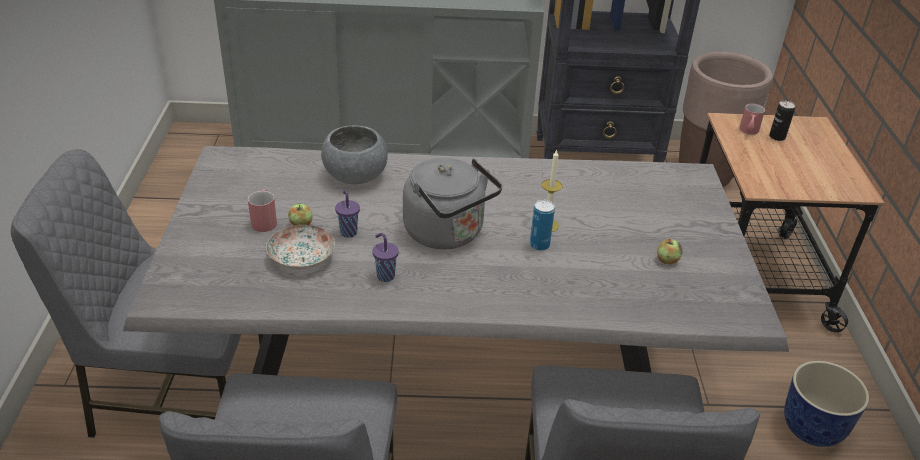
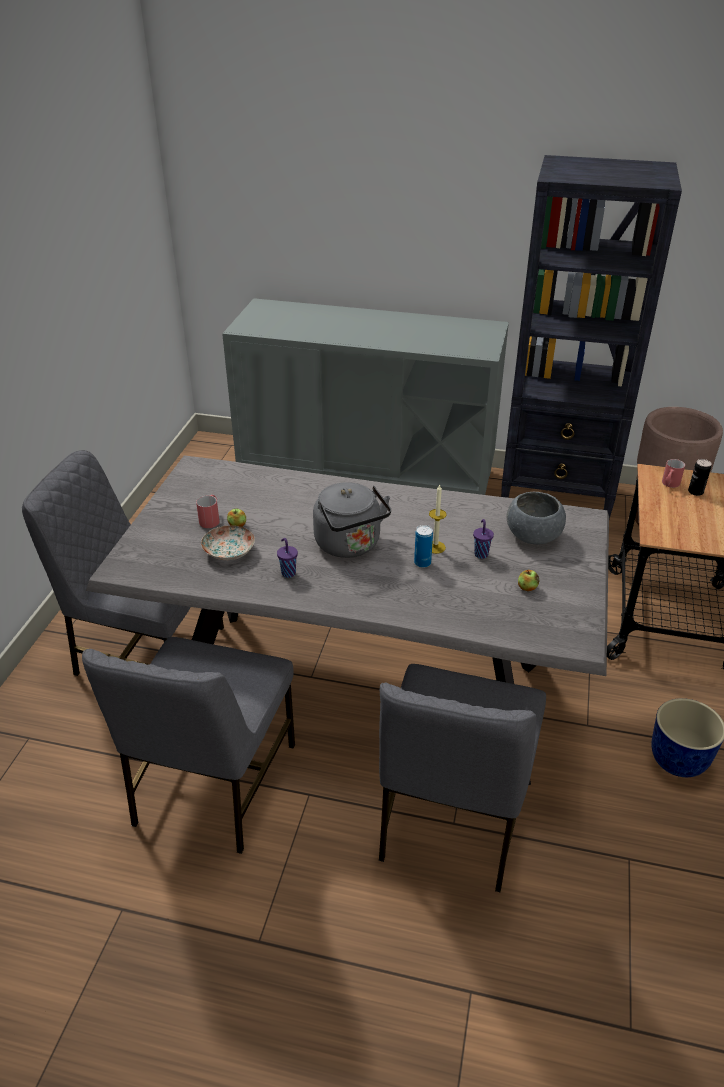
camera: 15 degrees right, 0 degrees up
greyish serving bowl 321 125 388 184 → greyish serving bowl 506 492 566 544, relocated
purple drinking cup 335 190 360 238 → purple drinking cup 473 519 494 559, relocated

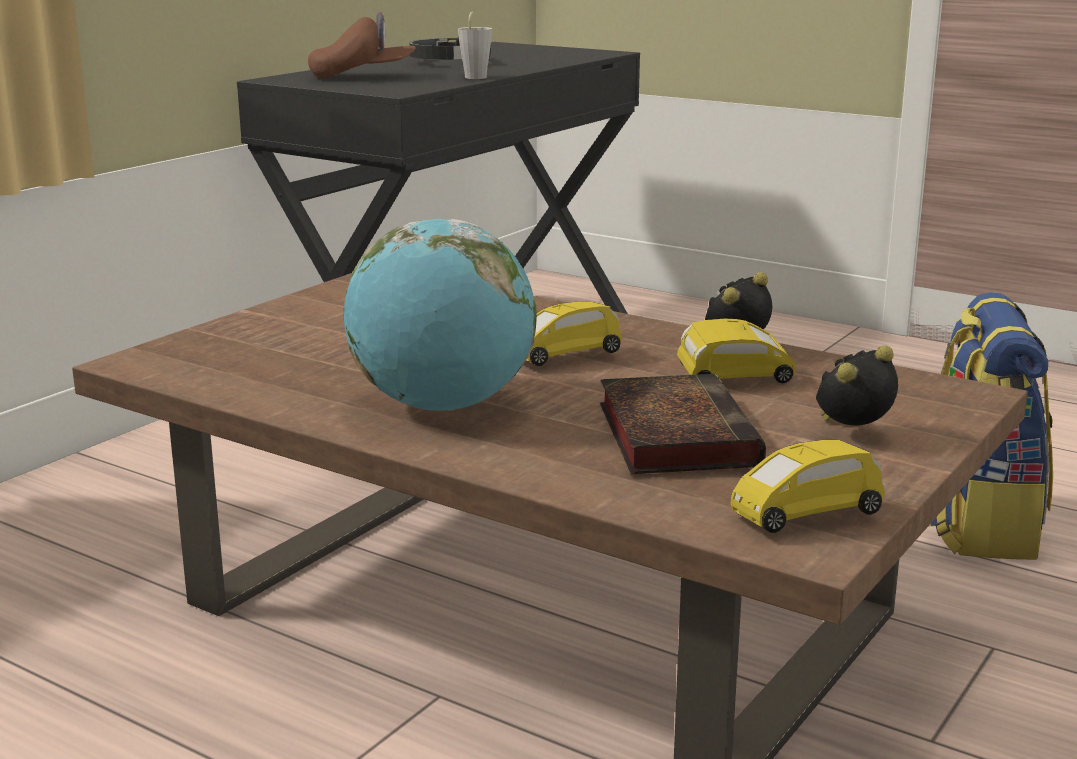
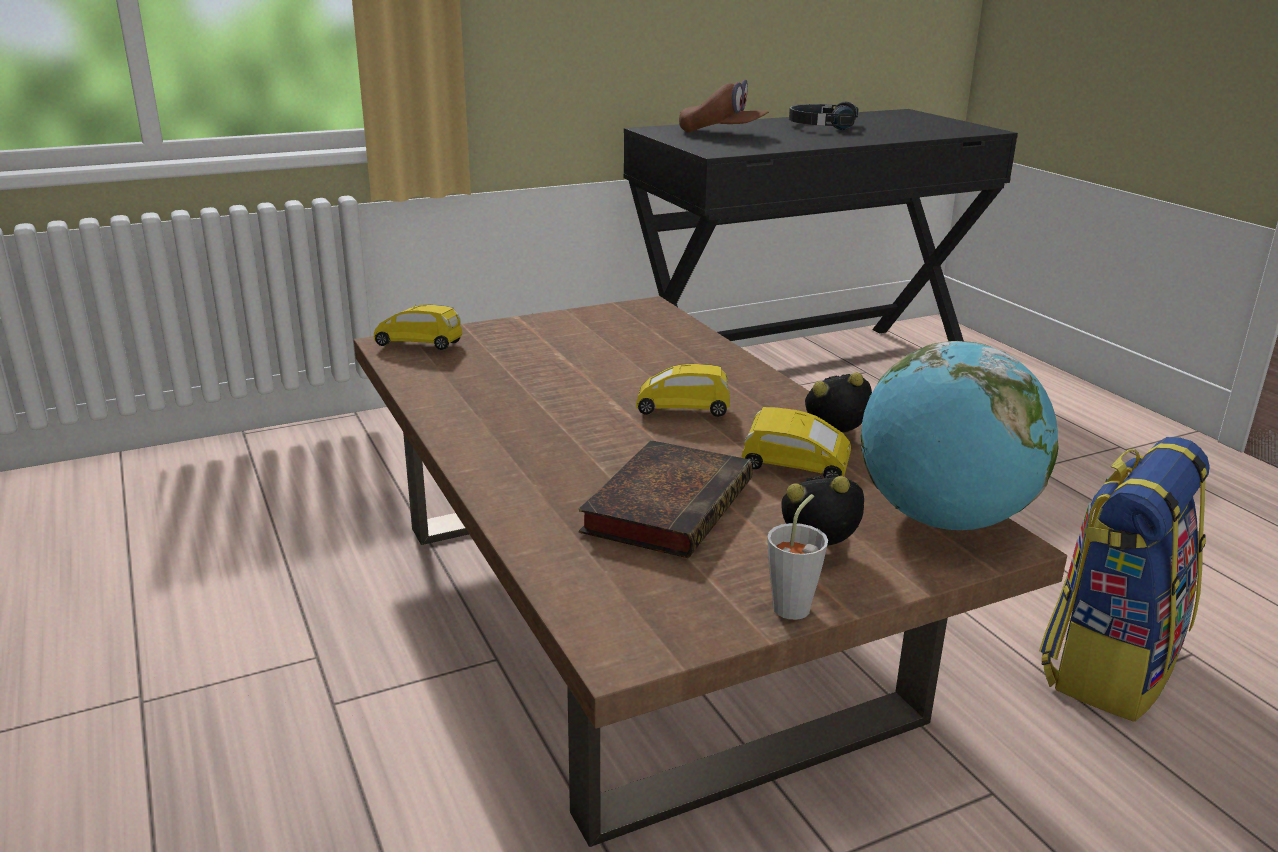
camera: 30 degrees right, 5 degrees up
desk globe 343 219 537 411 → desk globe 861 341 1059 530, relocated
greyish drinking cup 458 11 492 79 → greyish drinking cup 767 494 828 620, relocated
yellowish model car 731 440 885 533 → yellowish model car 374 305 463 350, relocated

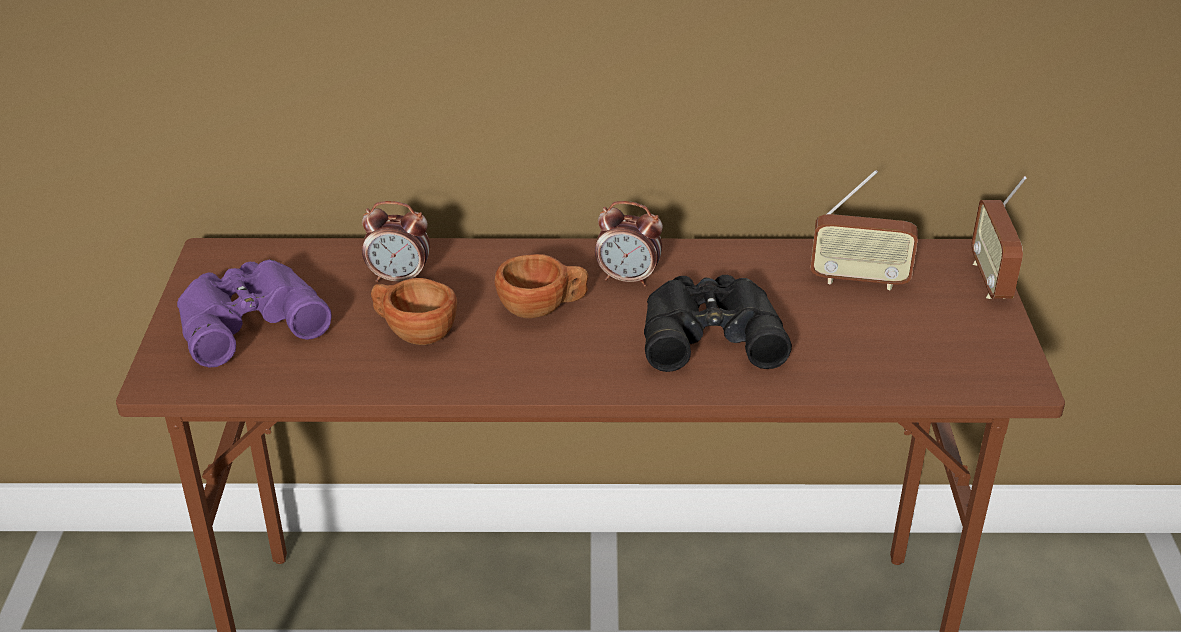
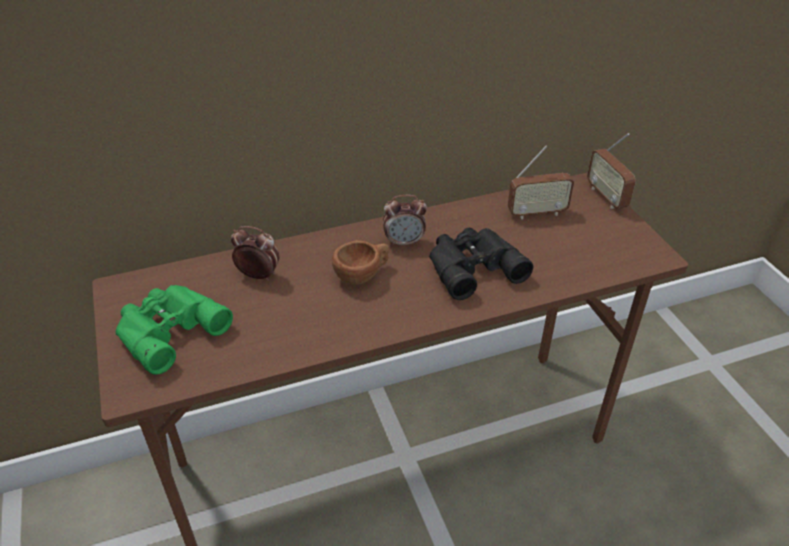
camera: 20 degrees left, 5 degrees up
purple pair of binoculars 177 259 332 368 → green pair of binoculars 116 285 233 375
table clock 362 201 430 282 → table clock 231 226 279 281, 150 degrees counterclockwise
brownish drinking cup 371 278 457 345 → -

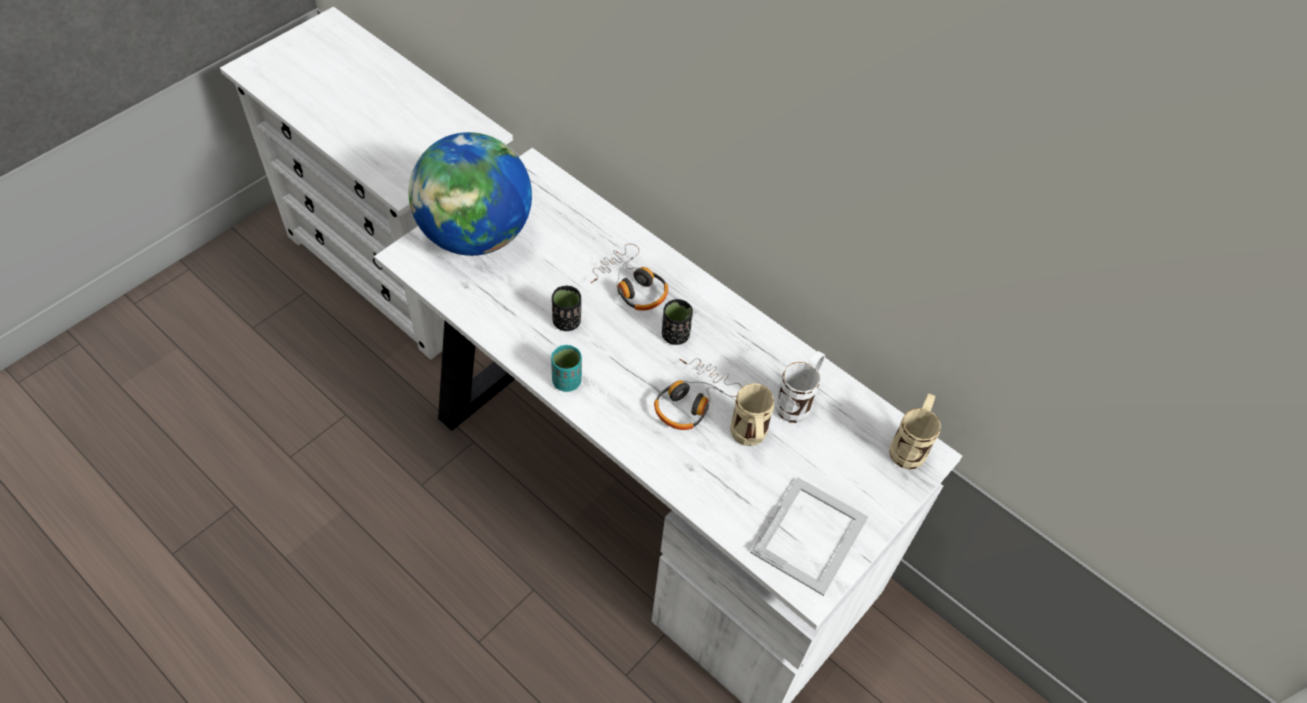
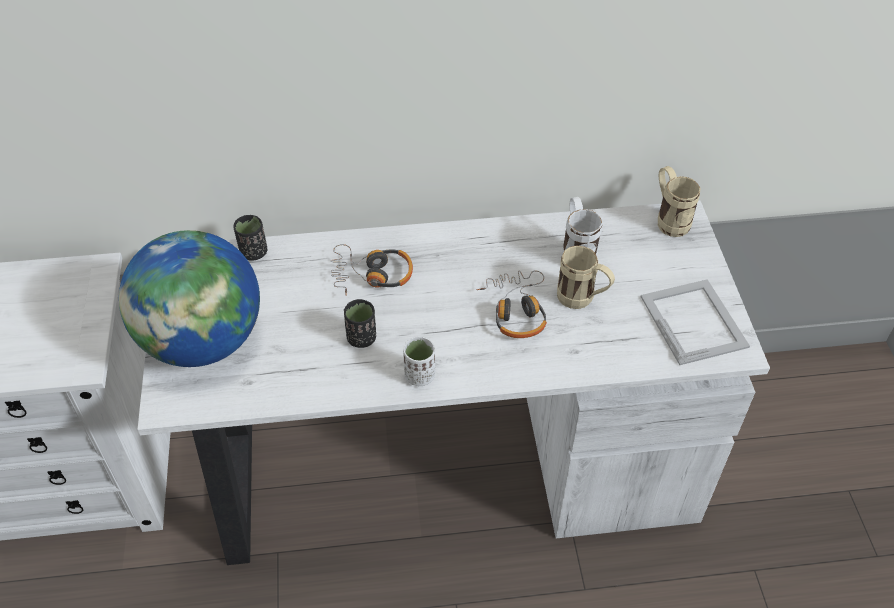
camera: 45 degrees left, 5 degrees down
turquoise drinking cup 551 345 582 392 → whitish drinking cup 403 337 435 386
black-coloured drinking cup 662 299 693 345 → black-coloured drinking cup 233 215 267 261, relocated

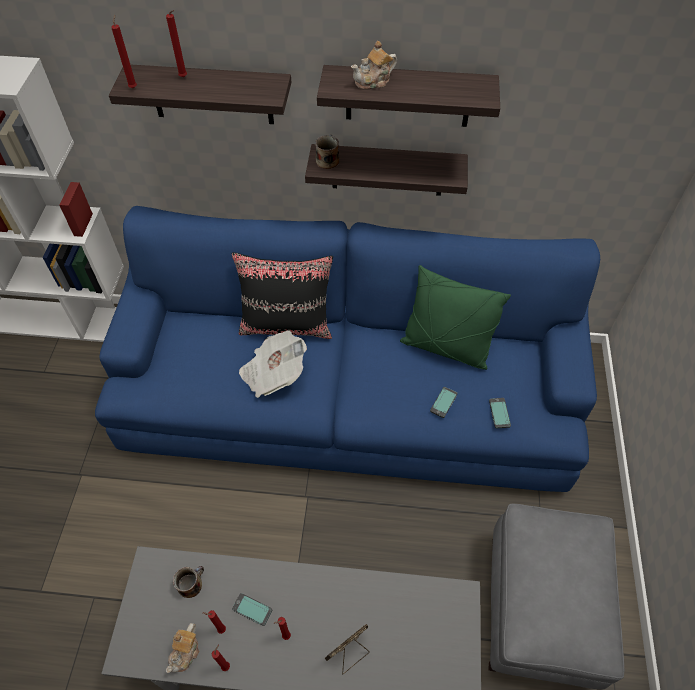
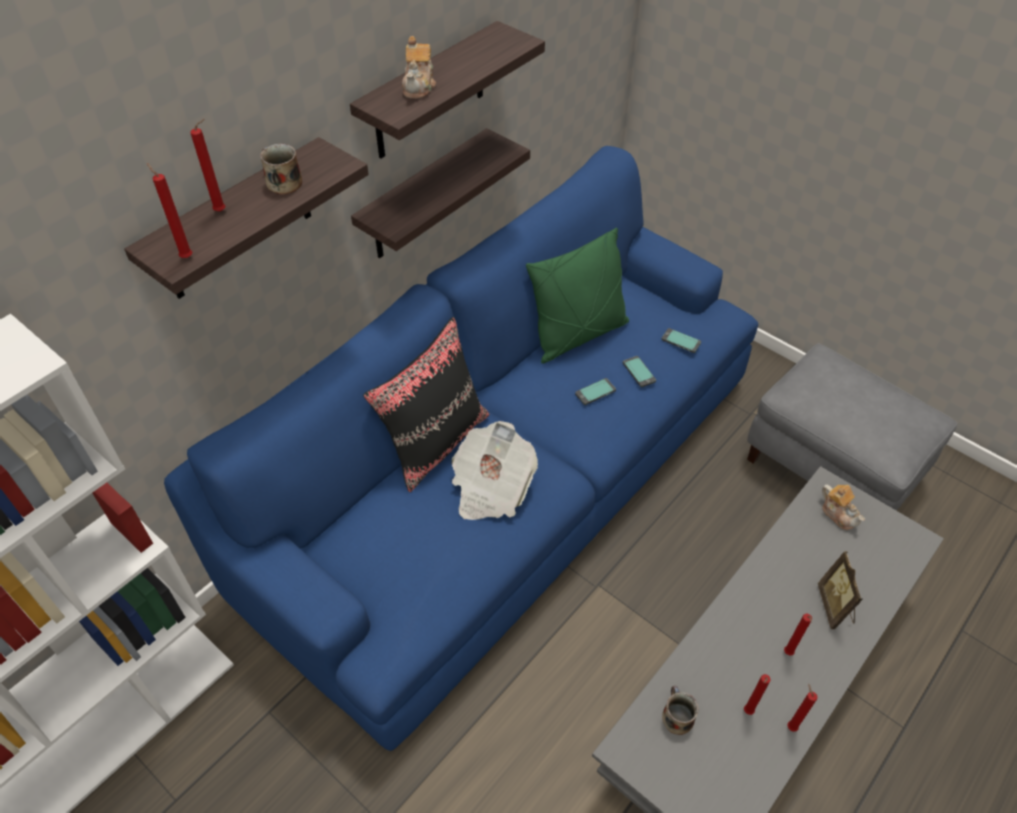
camera: 55 degrees left, 5 degrees down
tea pot 166 623 199 673 → tea pot 822 485 865 530, relocated
phone 232 593 272 626 → phone 575 378 616 405, relocated
mug 315 135 340 169 → mug 260 144 302 195, relocated

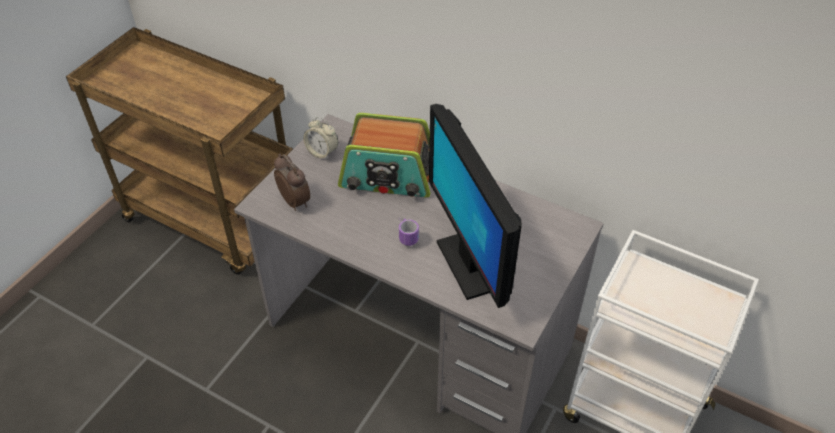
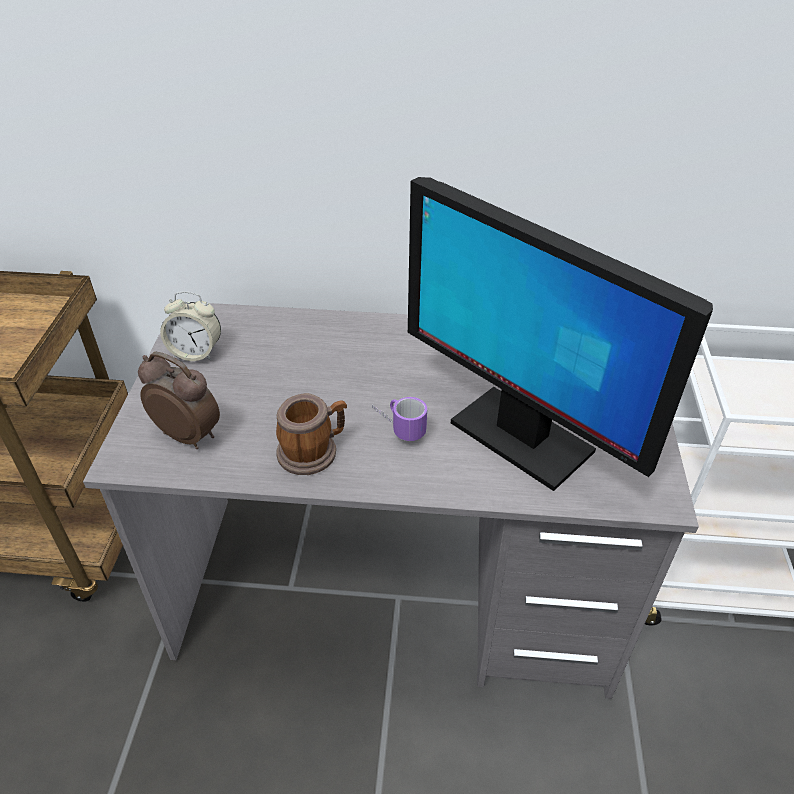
camera: 25 degrees left, 5 degrees down
radio set 338 113 431 197 → -
- → mug 276 393 347 475

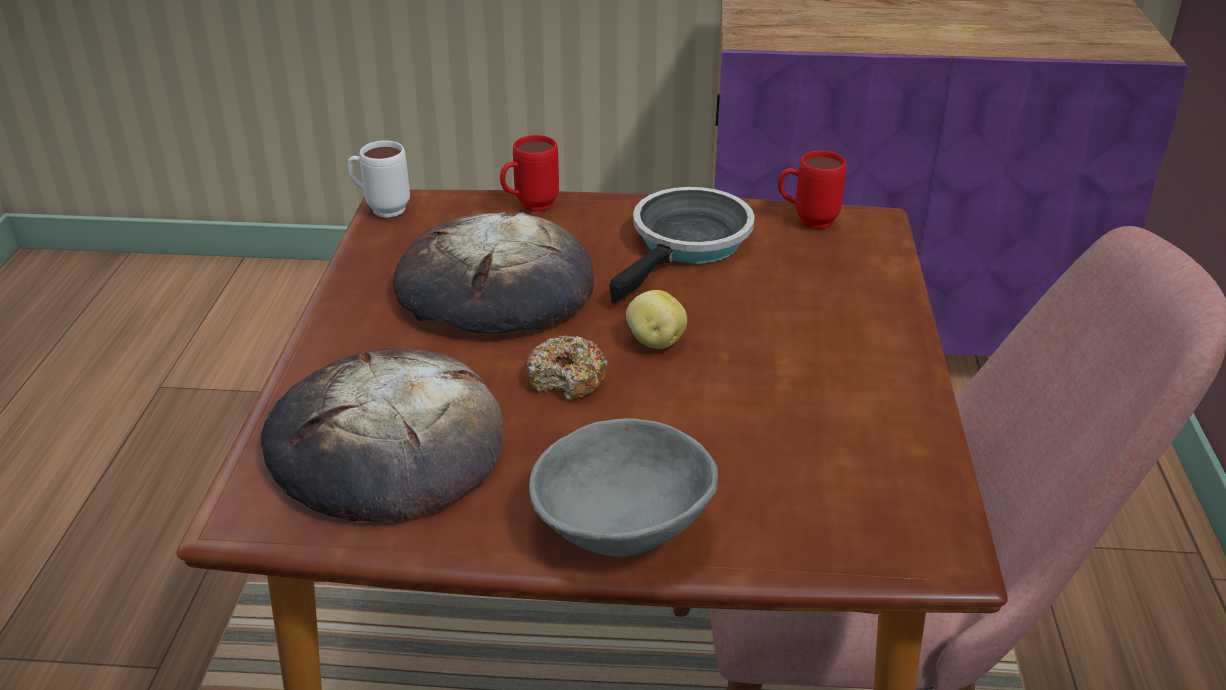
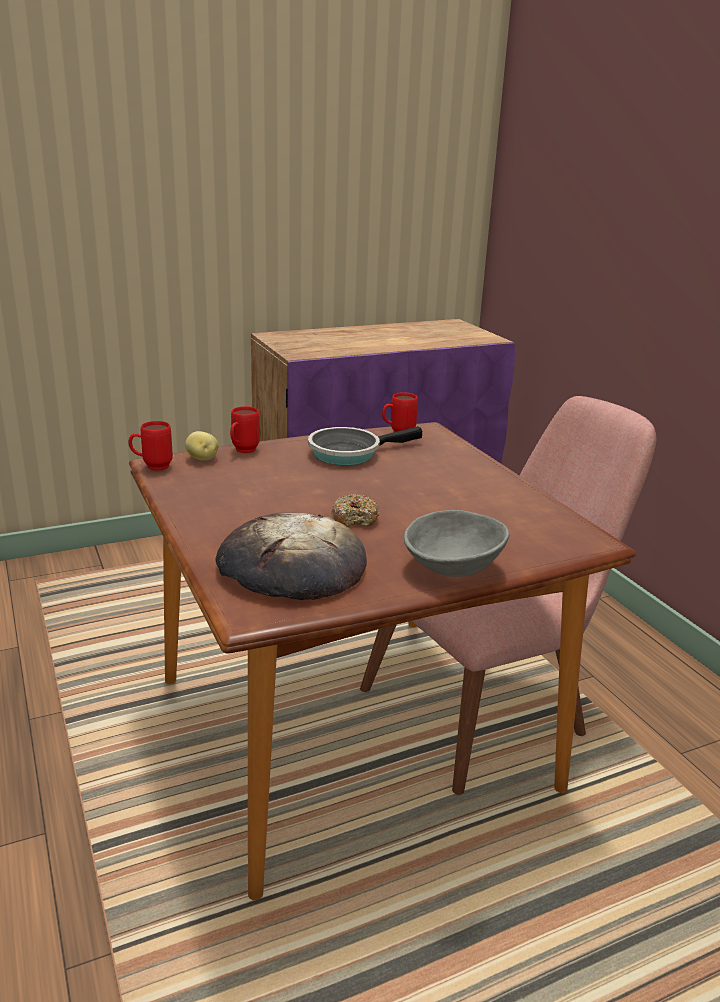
camera: 30 degrees left, 10 degrees down
whitish mug 347 141 410 218 → red-coloured mug 128 421 173 470
bread 394 212 594 333 → -
skillet 609 187 755 304 → skillet 308 426 422 465, 120 degrees counterclockwise
whole potato 626 290 687 349 → whole potato 185 431 218 461, relocated

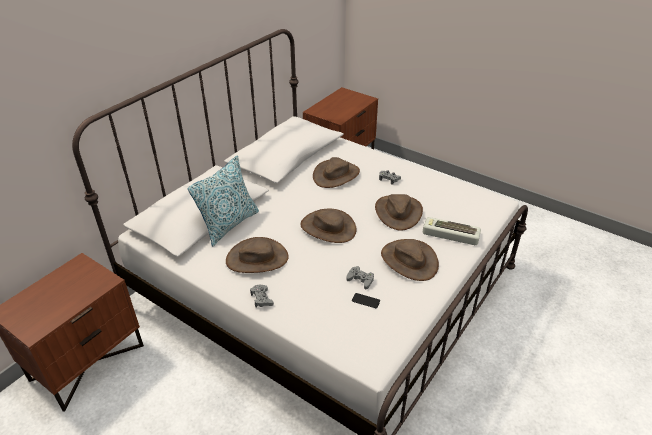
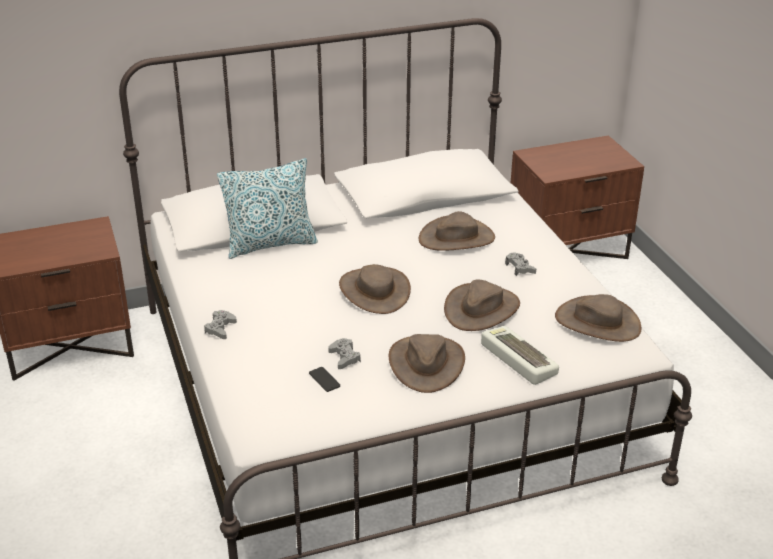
camera: 35 degrees right, 5 degrees down
brownish wearable hat 226 237 289 273 → brownish wearable hat 555 294 641 342, relocated

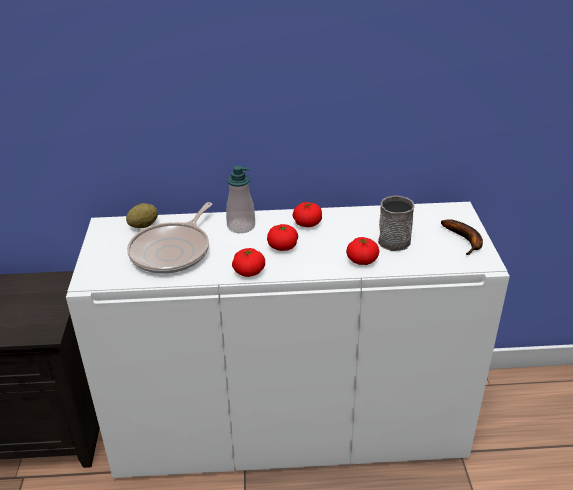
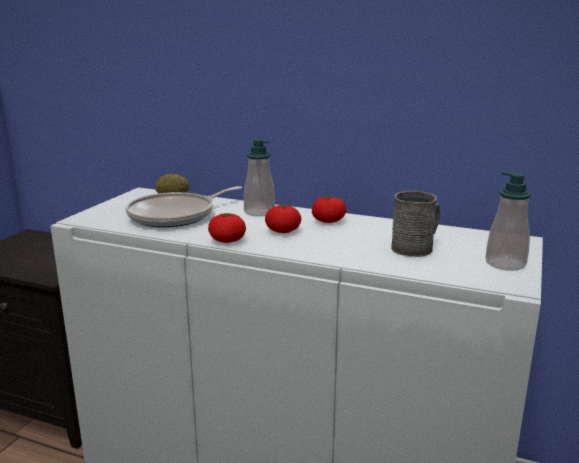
camera: 25 degrees right, 15 degrees down
fresh tomato 346 237 379 265 → -
whole banana 441 219 483 255 → liquid soap bottle 486 172 532 271

